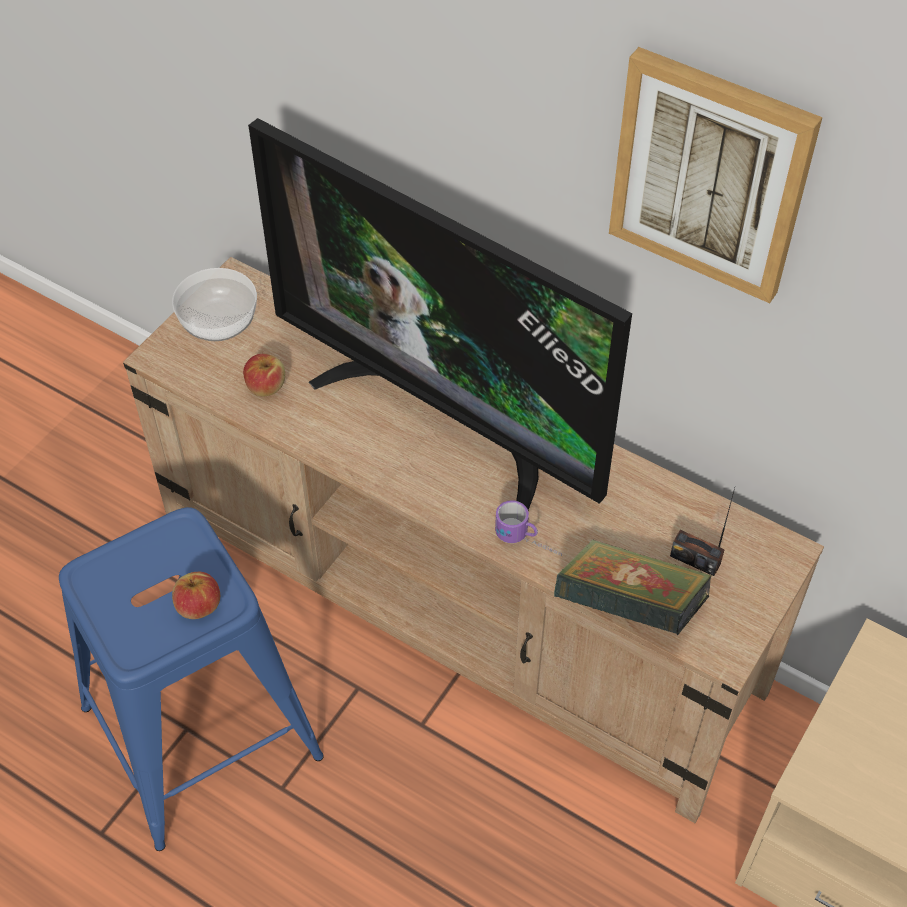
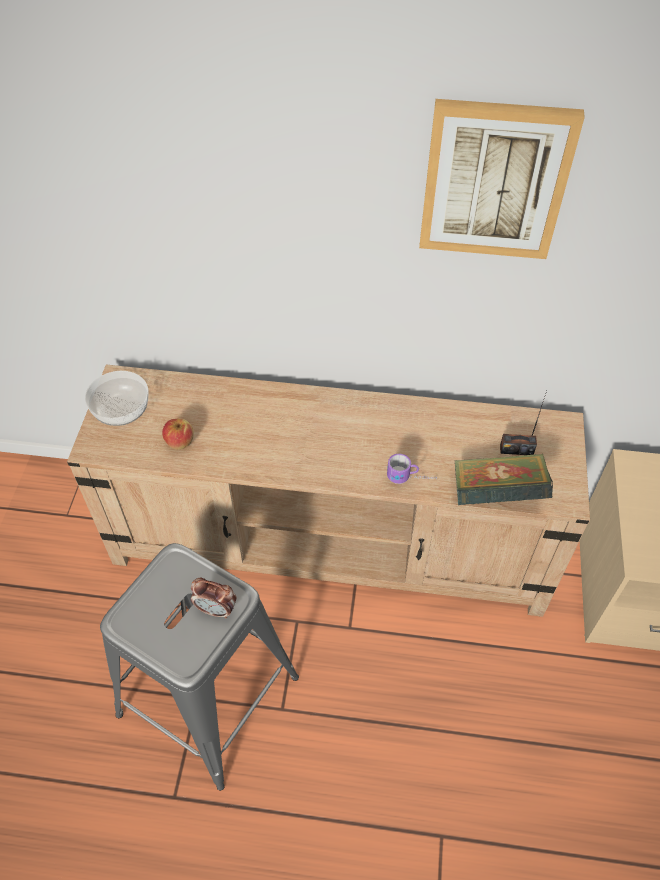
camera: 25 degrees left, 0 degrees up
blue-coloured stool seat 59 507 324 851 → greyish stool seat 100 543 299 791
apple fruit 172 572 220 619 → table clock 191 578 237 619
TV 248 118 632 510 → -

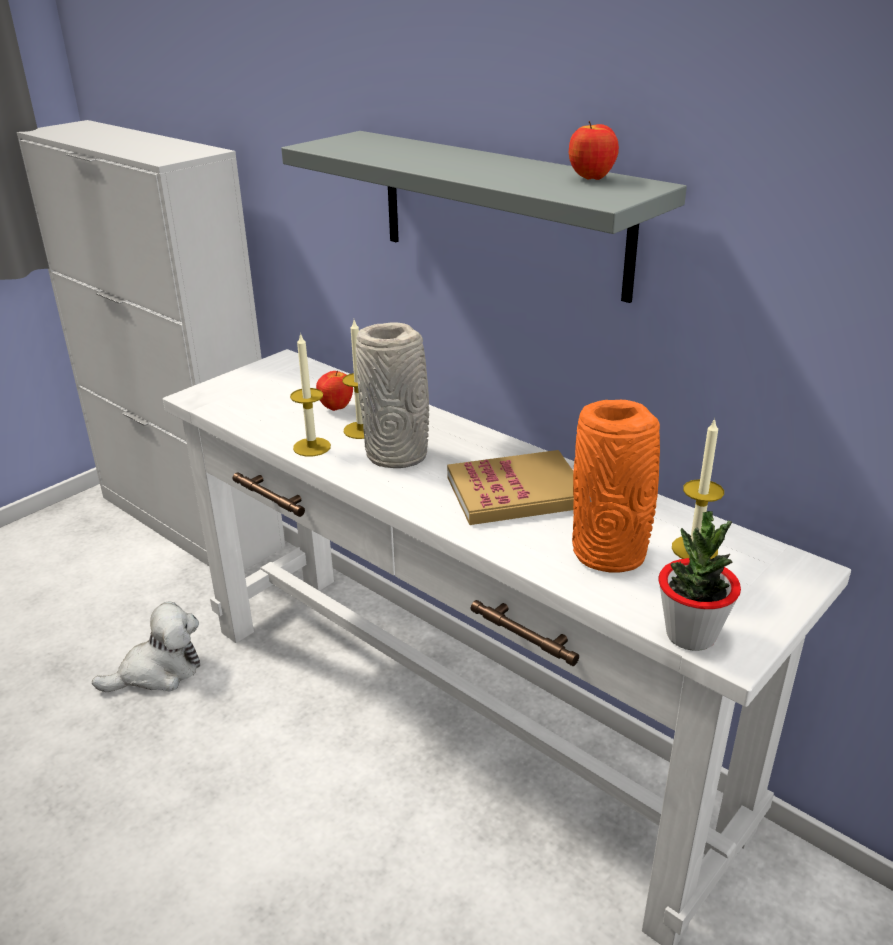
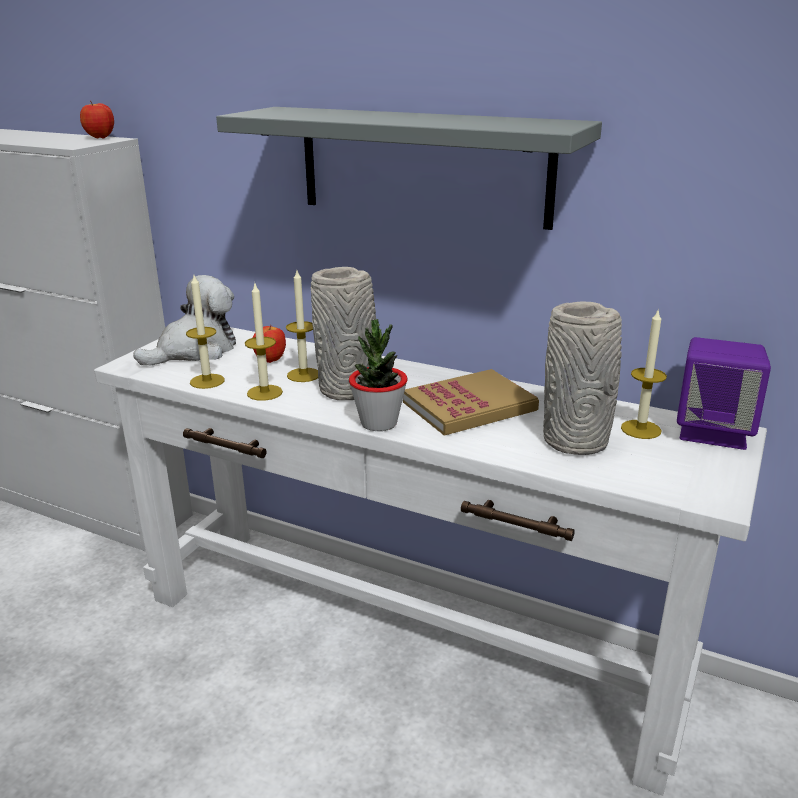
camera: 15 degrees left, 5 degrees down
cuddly toy 92 602 200 692 → cuddly toy 133 275 236 365, relocated
apple fruit 569 121 619 180 → apple fruit 80 101 114 138, relocated
orangey decorative vase 572 400 660 573 → greyish decorative vase 543 302 622 455
houseplant 658 511 741 651 → houseplant 349 319 408 431, relocated
- → wax light 186 275 225 389
- → purple loudspeaker 677 337 771 450

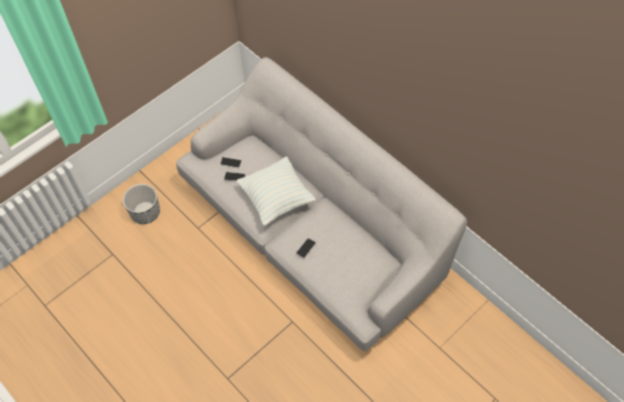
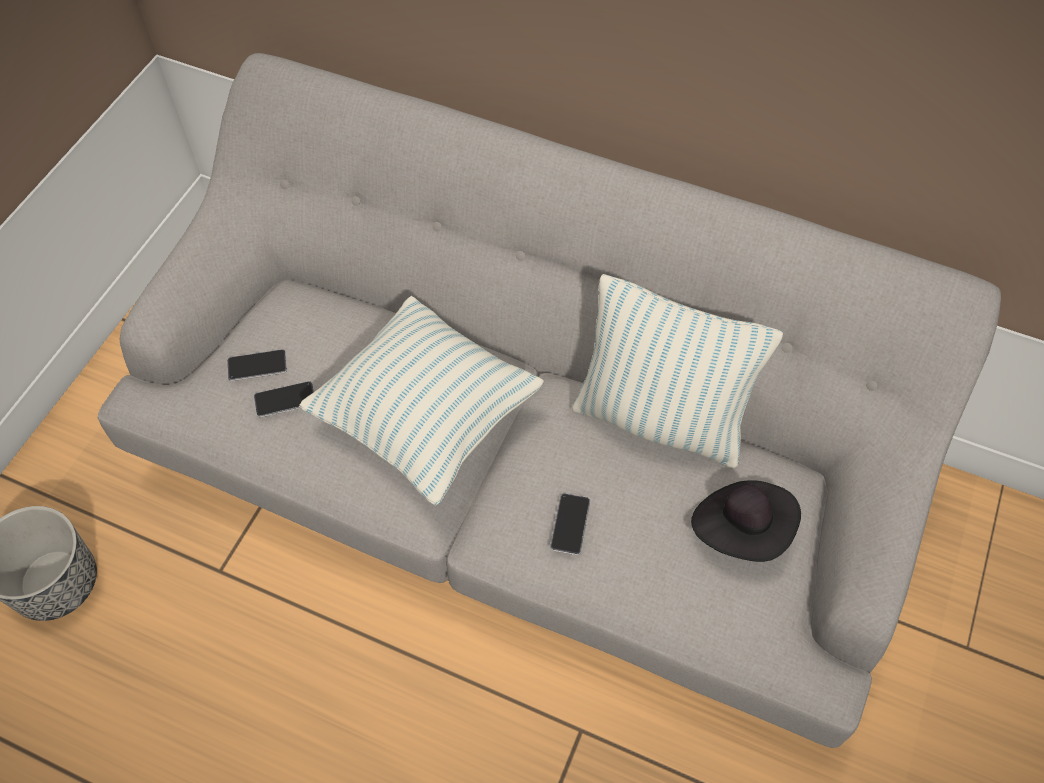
camera: 25 degrees left, 0 degrees up
- → pillow 572 274 783 469
- → black-coloured wearable hat 691 480 801 562

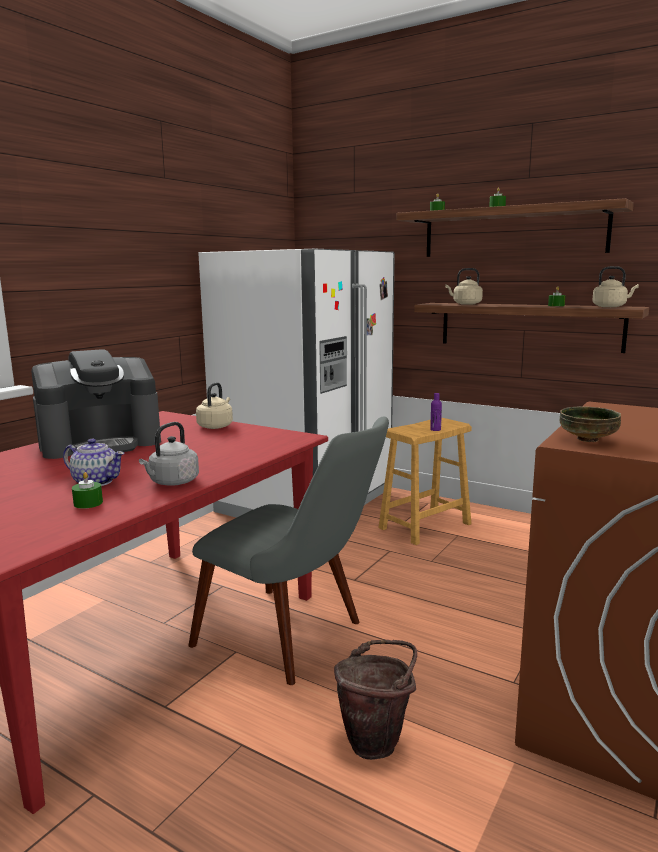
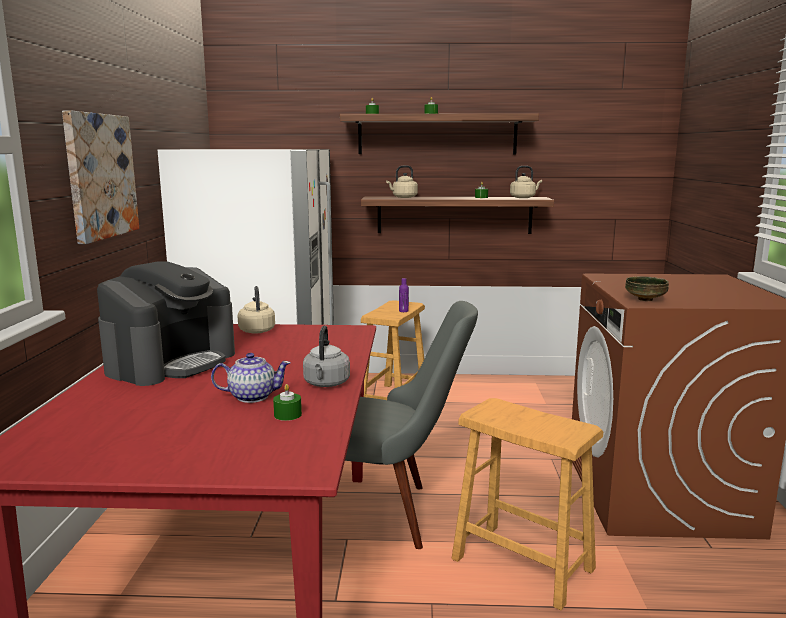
camera: 30 degrees left, 0 degrees up
brownish bucket 334 640 417 760 → brownish stool seat 452 398 603 611
- → wall picture 62 111 139 244

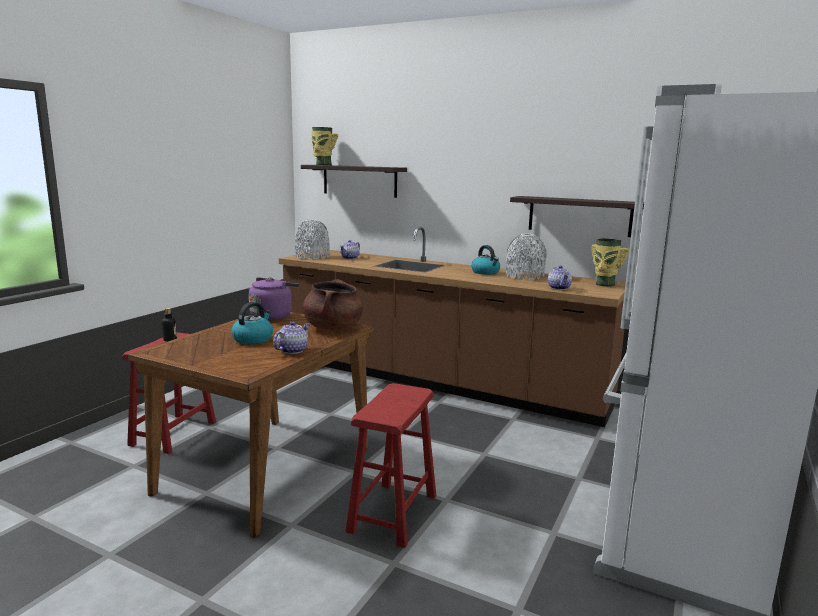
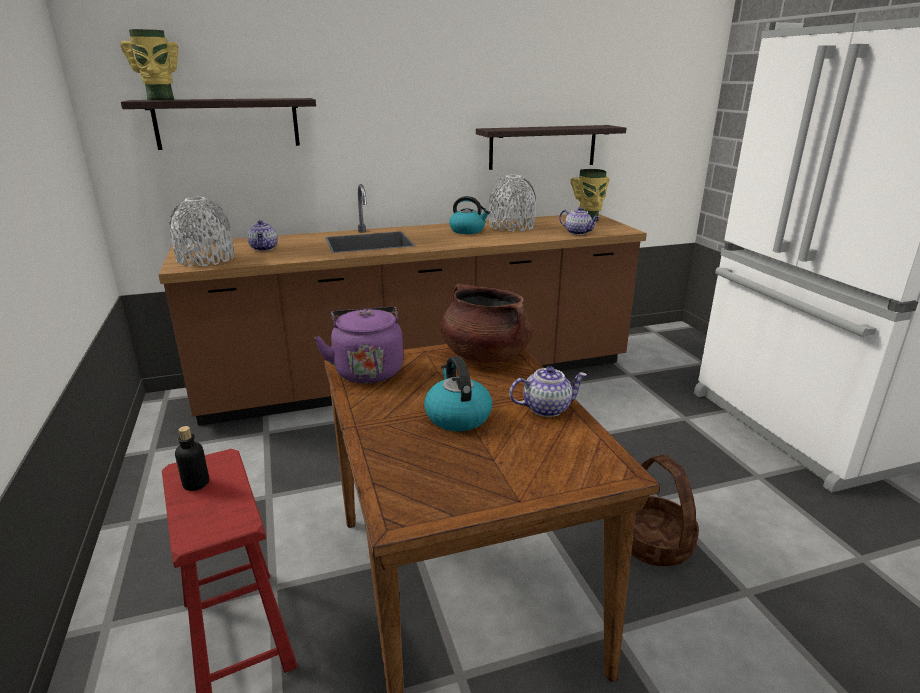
camera: 45 degrees left, 10 degrees up
tea pot 273 321 310 354 → tea pot 509 366 587 417, 90 degrees clockwise
red-coloured stool seat 346 383 436 548 → household basket 631 455 699 567

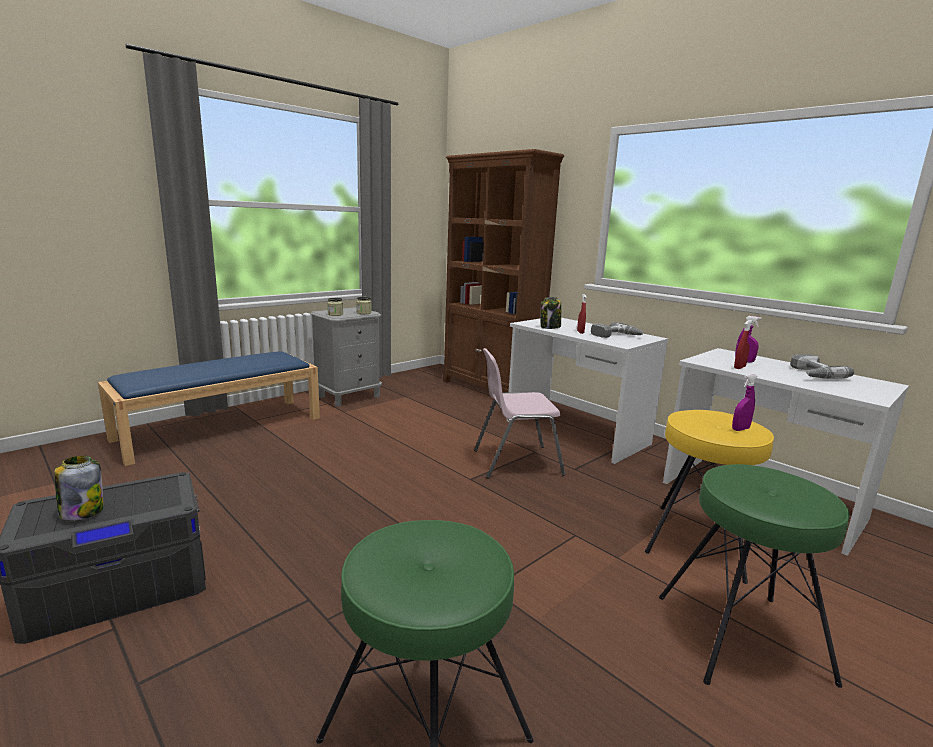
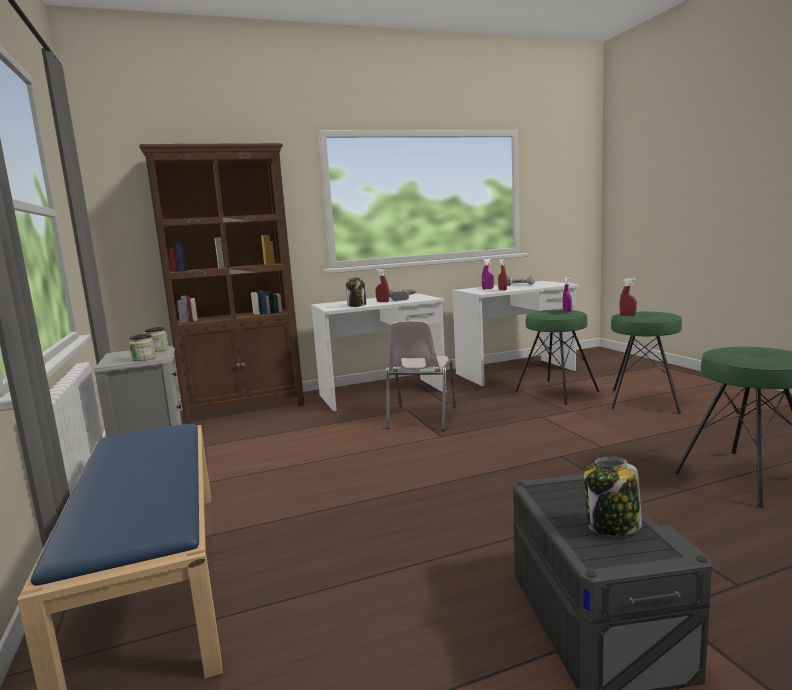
camera: 65 degrees left, 5 degrees down
yellowish stool seat 645 410 774 584 → green stool seat 515 310 600 404
- → red-coloured hand sprayer 620 278 637 316

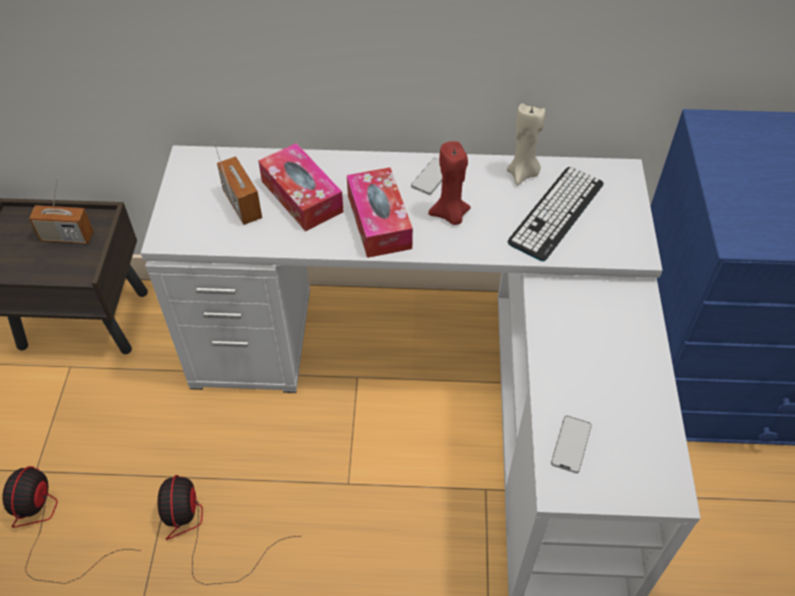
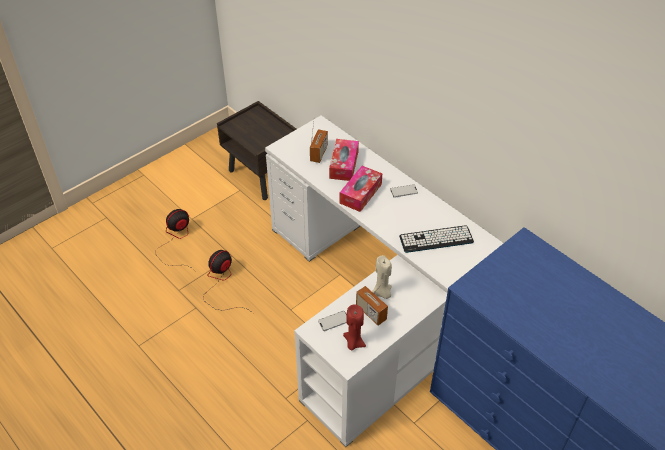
camera: 45 degrees right, 5 degrees down
radio set 29 177 93 244 → radio set 356 283 388 325, relocated
red-coloured wax light 428 141 471 225 → red-coloured wax light 343 305 366 351, relocated
beige wax light 507 103 545 185 → beige wax light 372 255 392 299, relocated

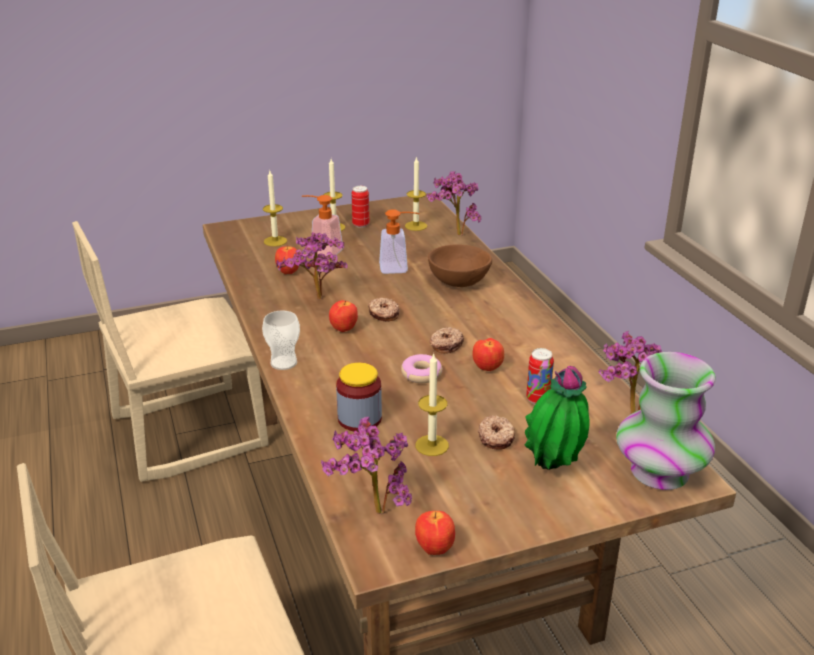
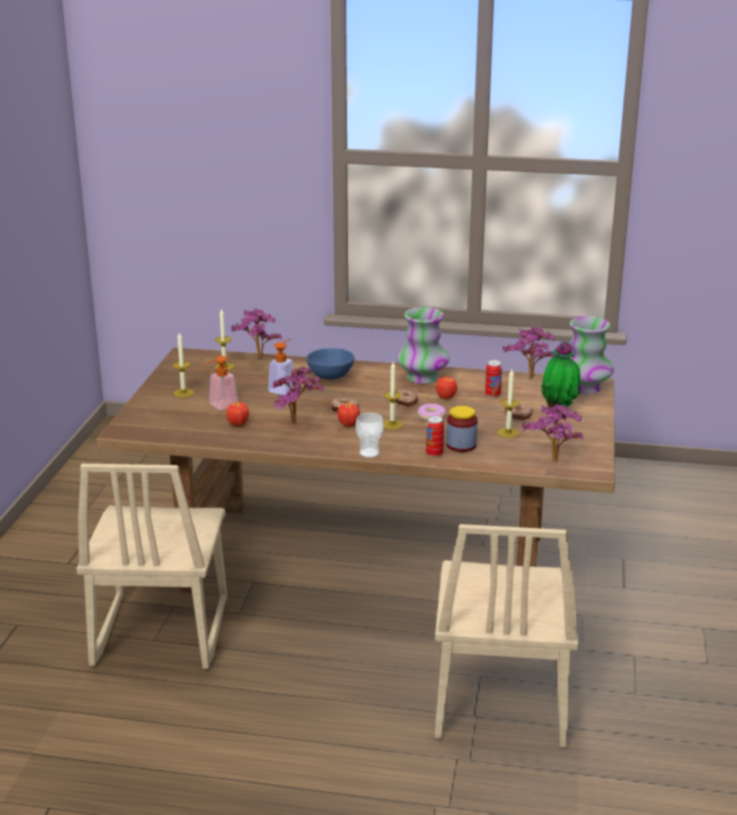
camera: 60 degrees left, 5 degrees down
wax light 263 171 287 246 → wax light 383 362 403 430, relocated
can 351 186 369 228 → can 426 416 444 457, relocated
apple fruit 415 511 455 555 → -
brownish serving bowl 428 244 492 287 → blue-coloured serving bowl 306 348 355 380
- → decorative vase 396 307 450 384

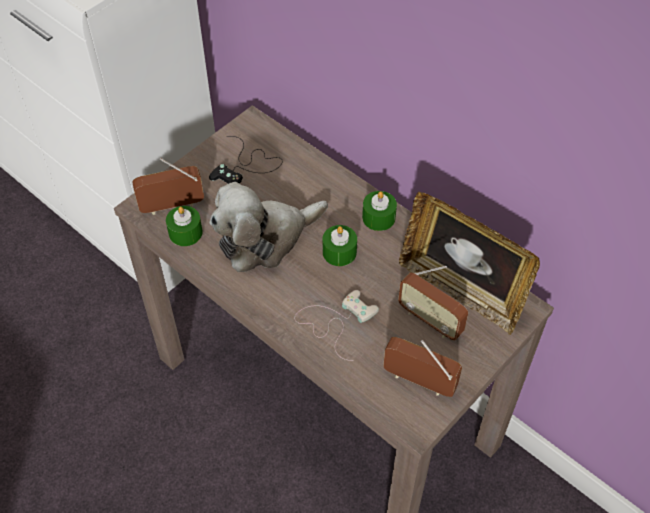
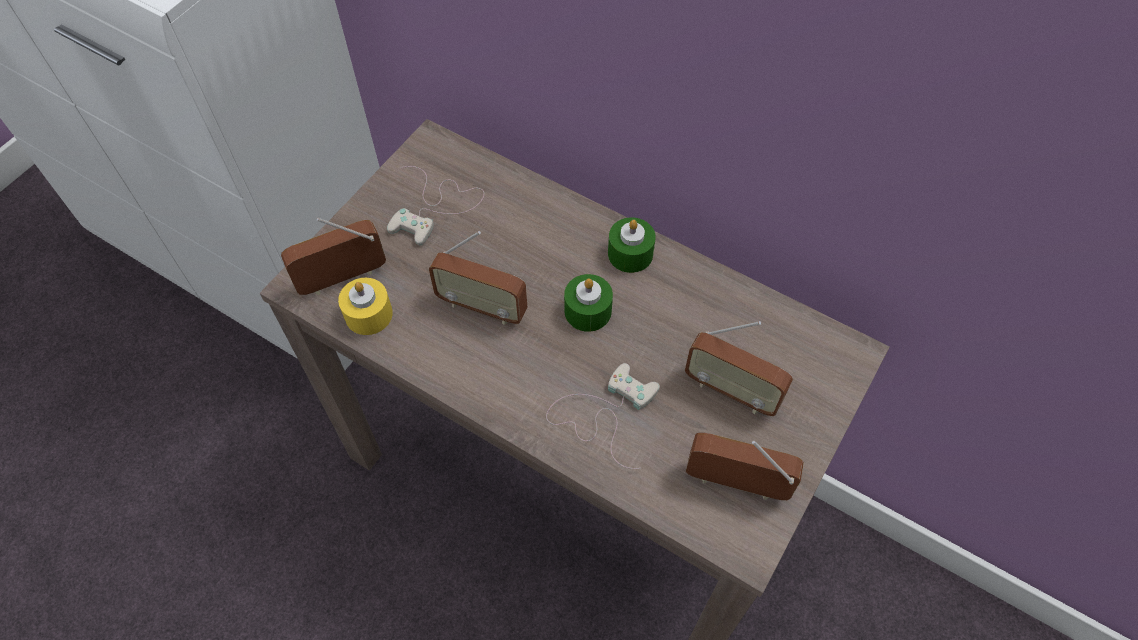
camera: 10 degrees left, 5 degrees up
green wax light 166 206 203 246 → yellowish wax light 338 278 393 335
black-coloured joypad 209 136 283 184 → whitish joypad 387 166 484 245
cuddly toy 210 182 328 272 → radio set 429 231 528 325
picture frame 399 192 540 335 → -

